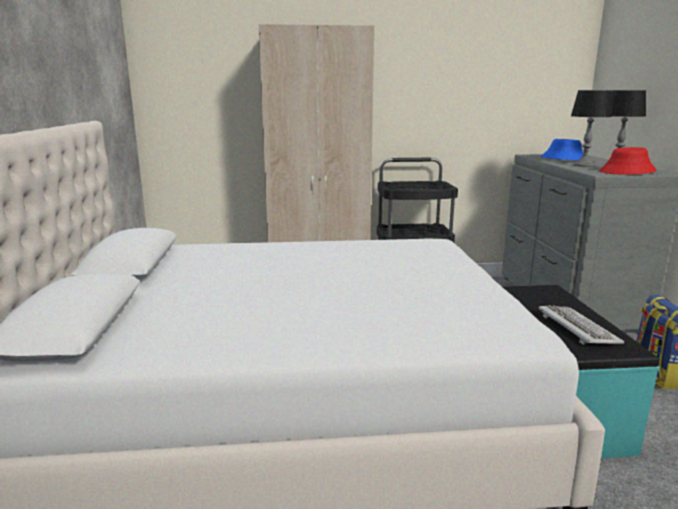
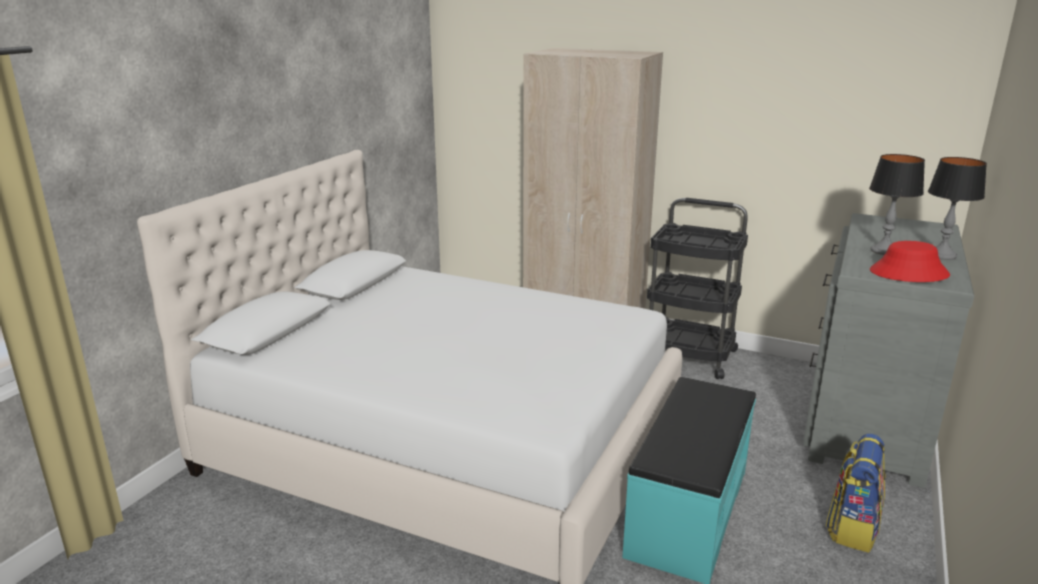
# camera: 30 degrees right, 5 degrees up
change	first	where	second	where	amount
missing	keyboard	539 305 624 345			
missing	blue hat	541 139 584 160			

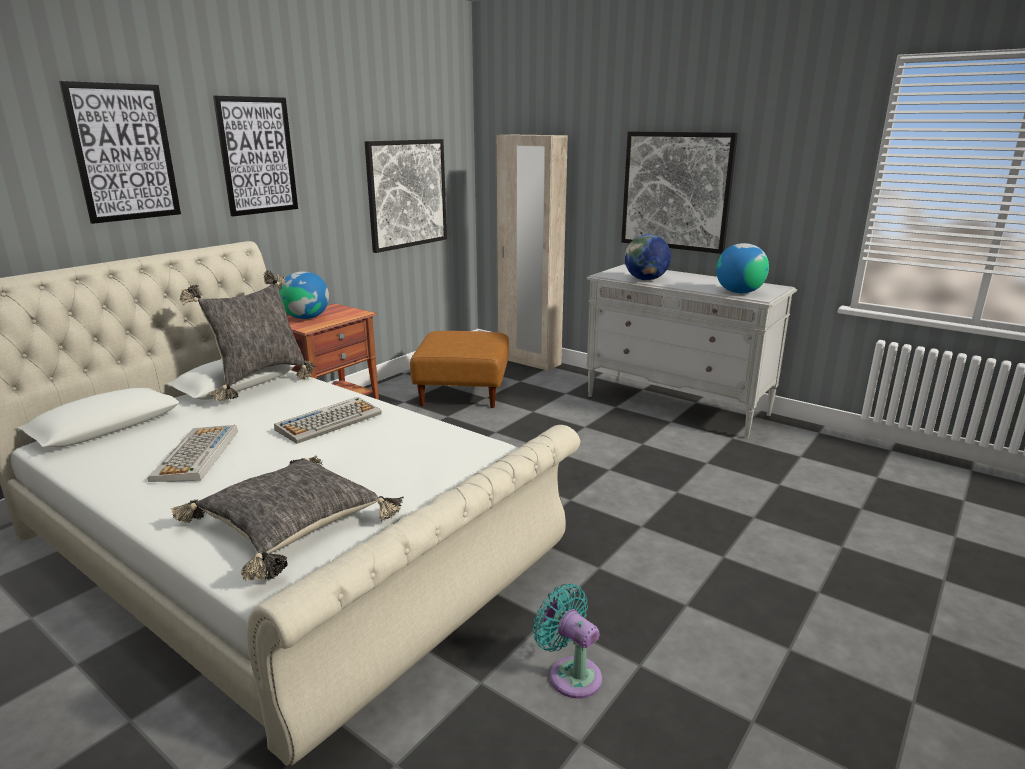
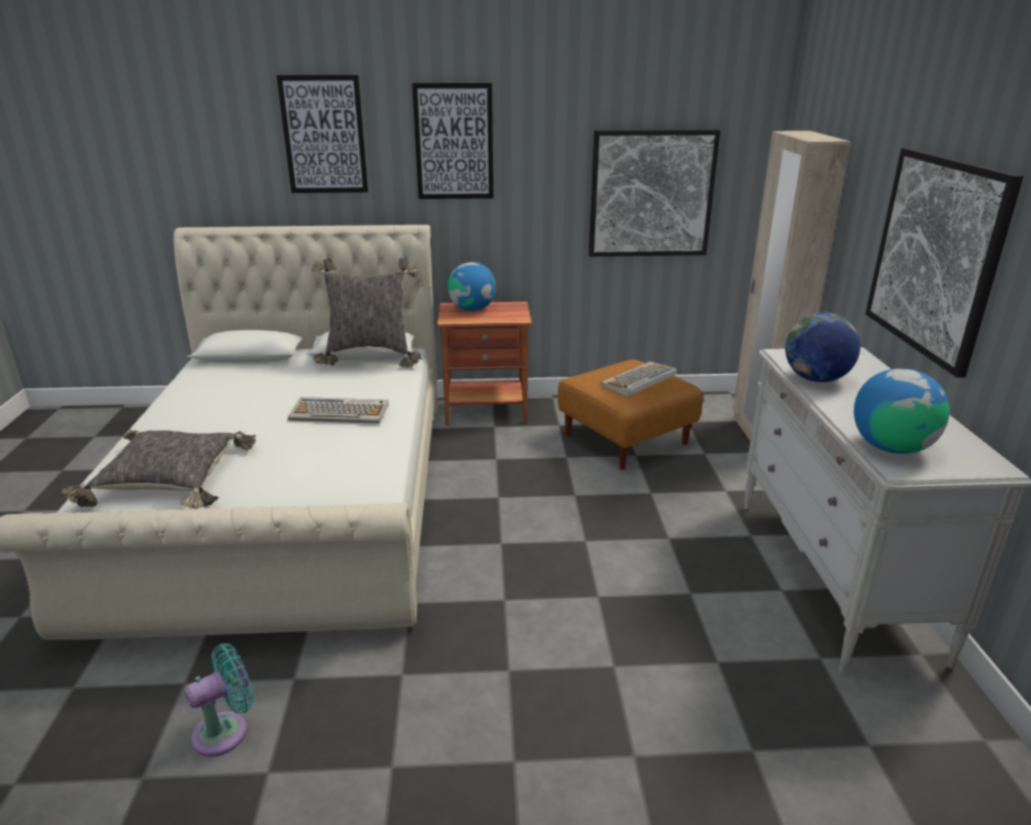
# camera: 50 degrees right, 5 degrees up
change	first	where	second	where	amount
relocated	keyboard	147 425 238 482		600 362 677 396	
spun	turquoise fan	533 584 602 699		185 643 254 757	45 degrees clockwise

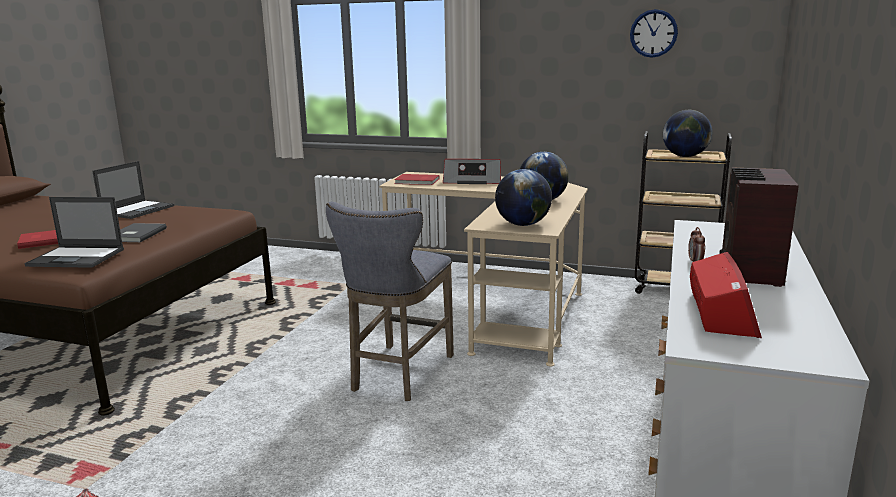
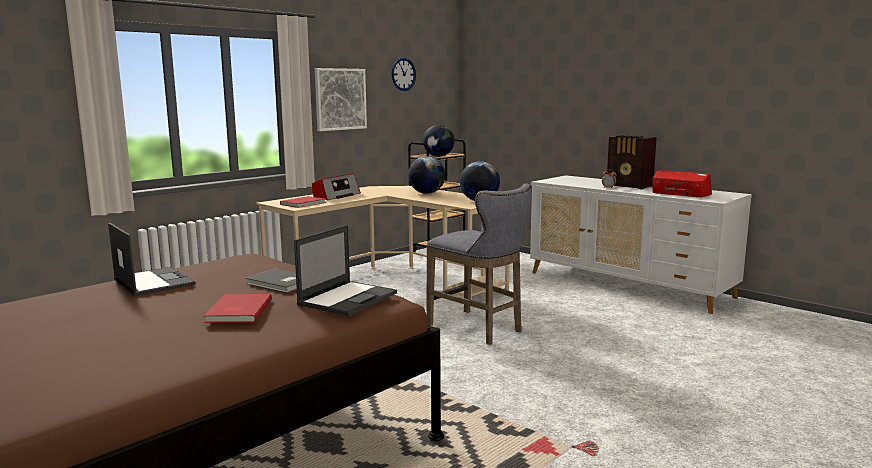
# camera: 65 degrees left, 5 degrees down
change	first	where	second	where	amount
appeared			picture	315 68 367 131	

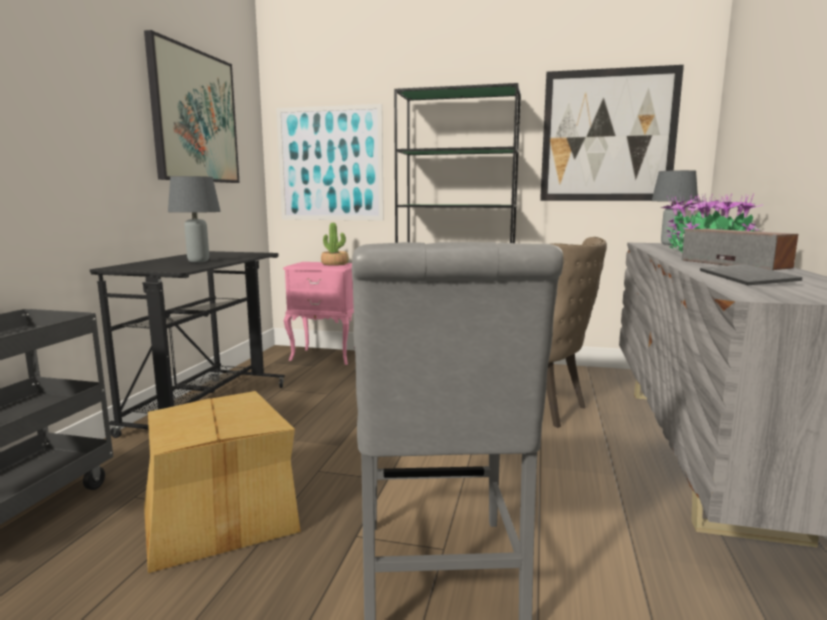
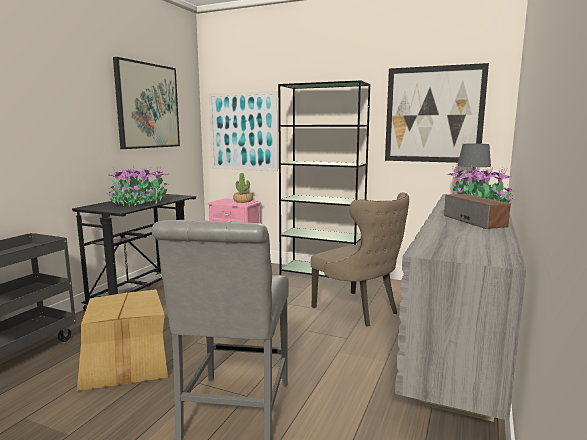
# camera: 10 degrees right, 0 degrees up
change	first	where	second	where	amount
exchanged	grey table lamp	168 176 221 263	potted plant	108 166 168 207	
missing	keyboard	700 264 802 285			

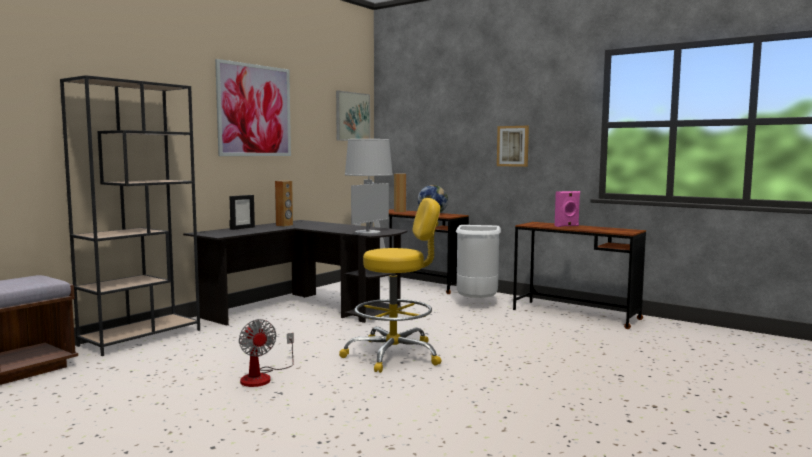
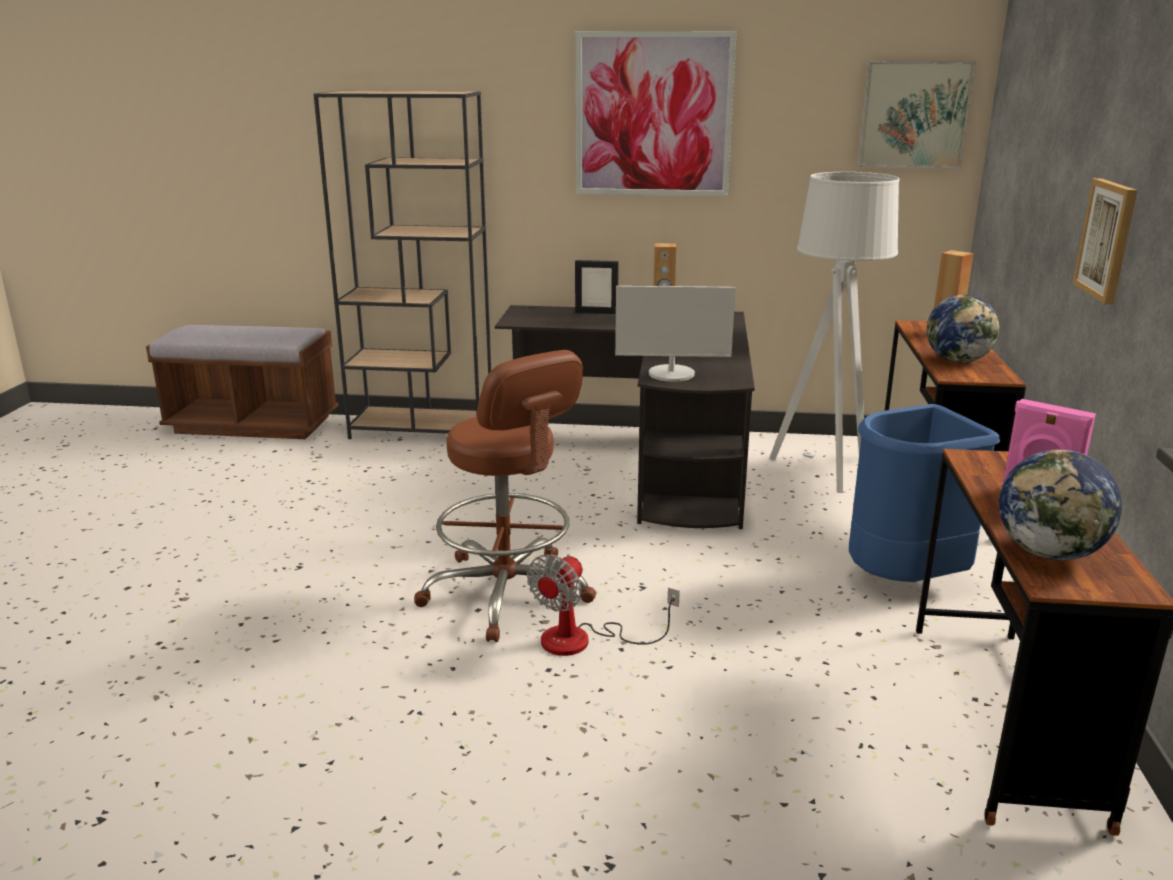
# camera: 60 degrees right, 15 degrees up
change	first	where	second	where	amount
relocated	fan	239 319 294 387		527 554 680 656	
colour	yellow stool	339 198 442 373	brown stool	414 350 596 642	
colour	white trash can	456 225 501 298	blue trash can	849 404 1000 582	
appeared			globe	999 449 1122 561	

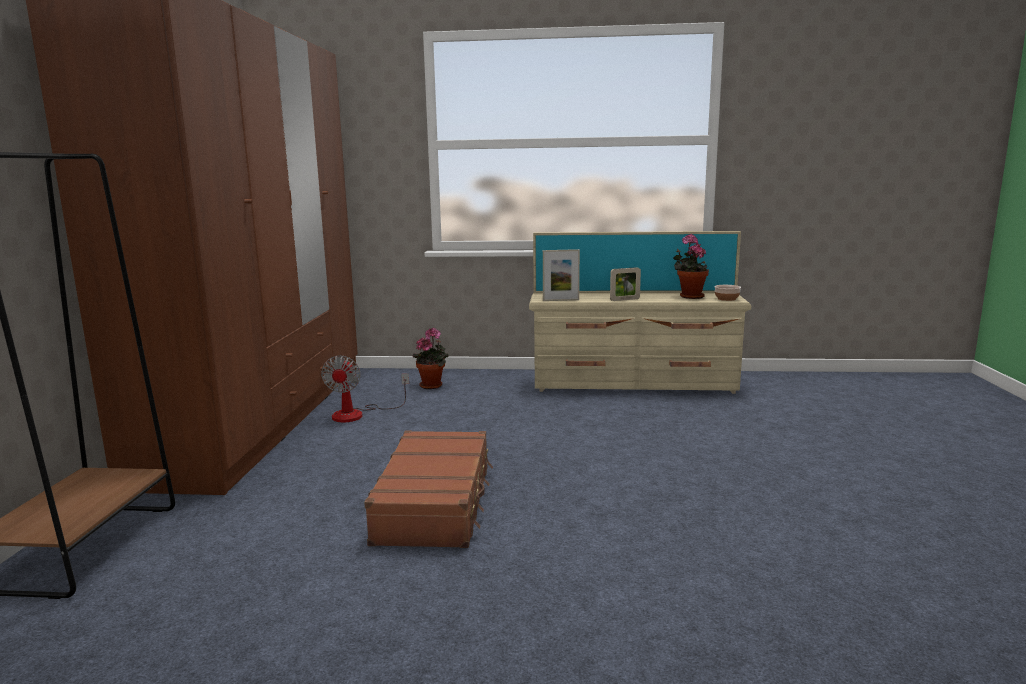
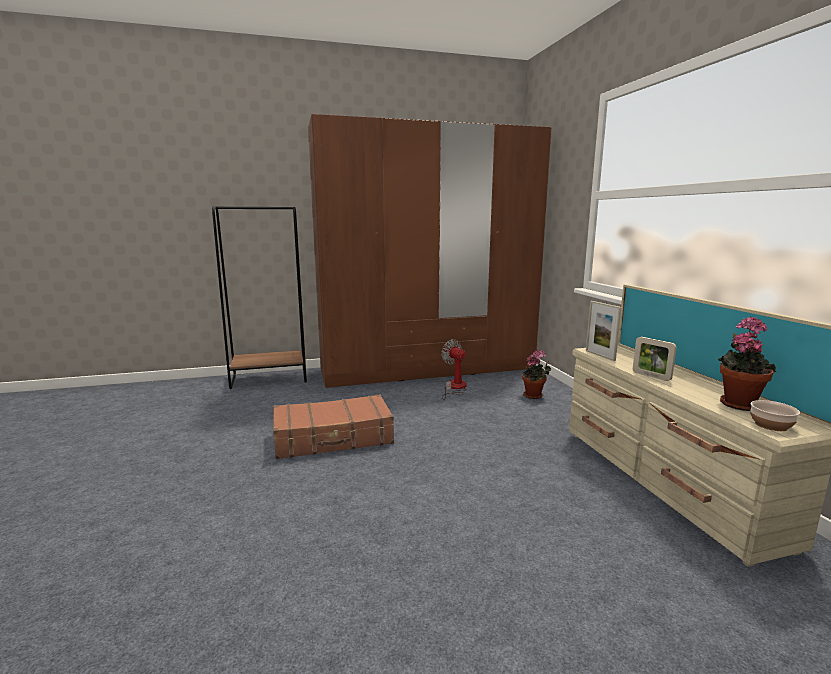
# camera: 70 degrees right, 0 degrees up
change	first	where	second	where	amount
spun	fan	321 355 409 423		441 339 467 400	75 degrees clockwise

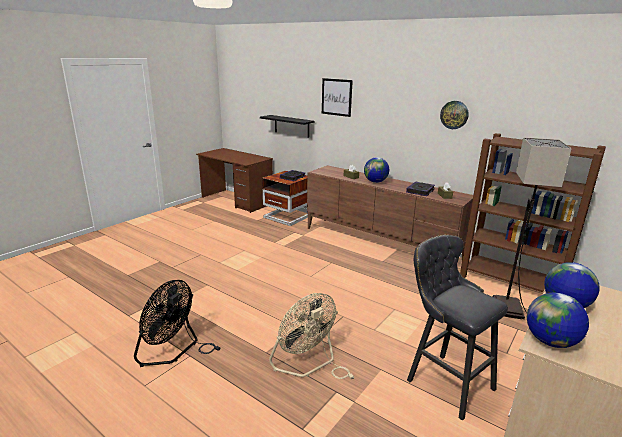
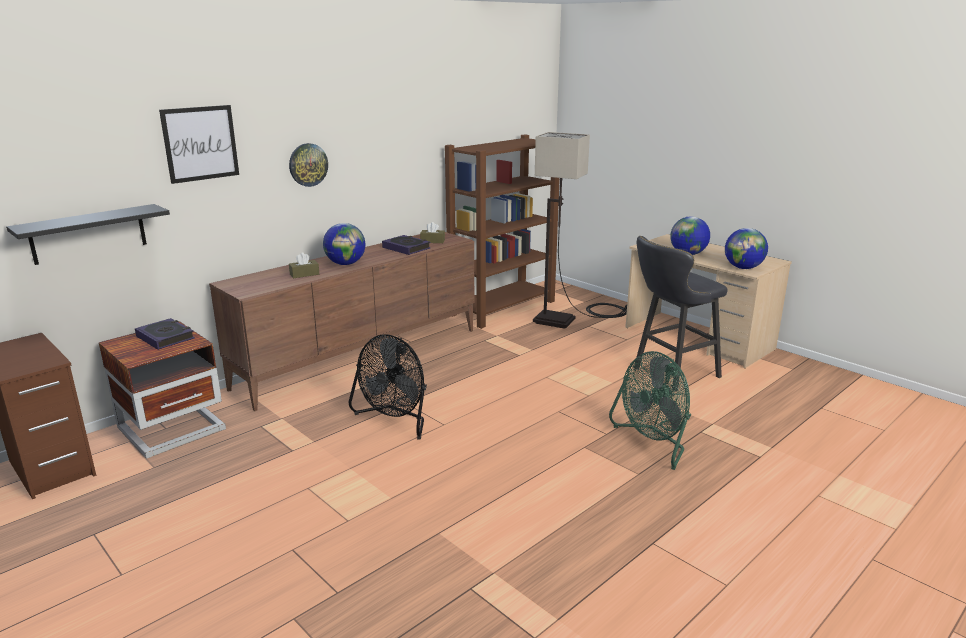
# camera: 80 degrees left, 0 degrees up
change	first	where	second	where	amount
relocated	black fan	134 280 221 367		349 334 427 439	
colour	beige fan	269 293 354 379	green fan	609 351 691 470	
relocated	wall clock	440 101 469 129		289 143 328 187	

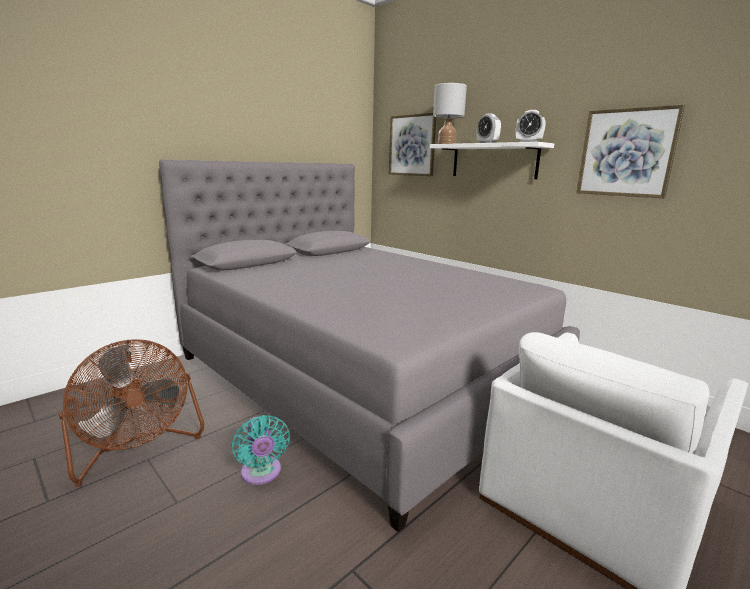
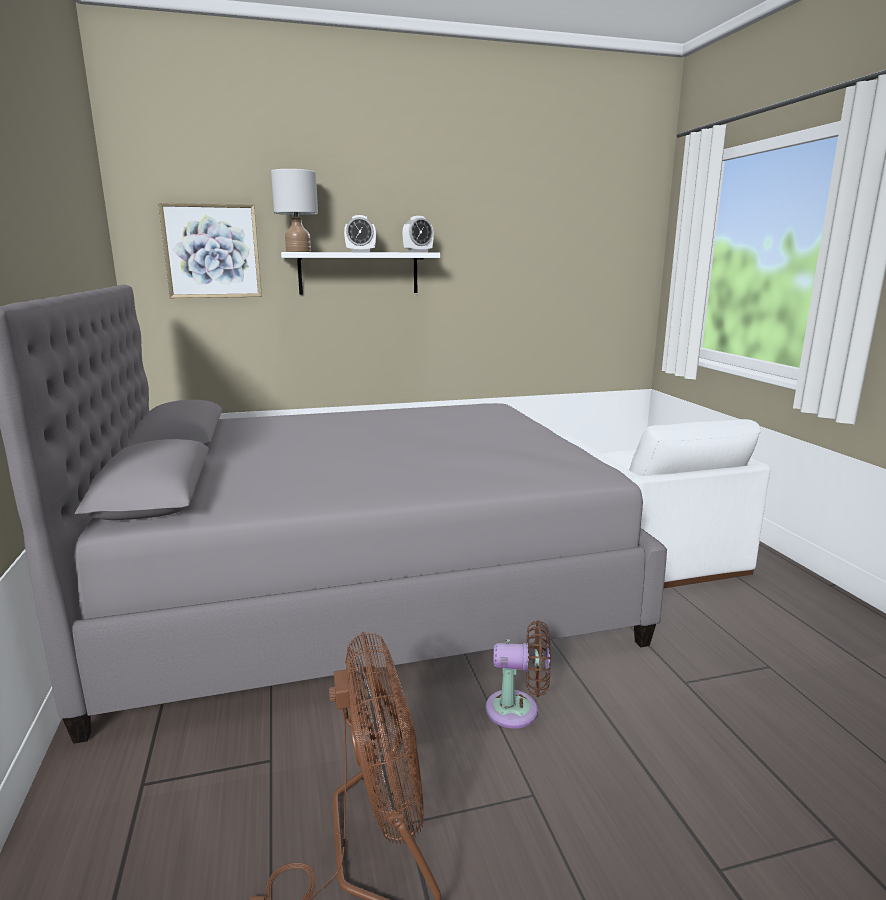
# camera: 60 degrees left, 0 degrees up
change	first	where	second	where	amount
colour	turquoise fan	231 415 290 485	brown fan	485 620 551 729	
missing	picture	576 104 685 198			

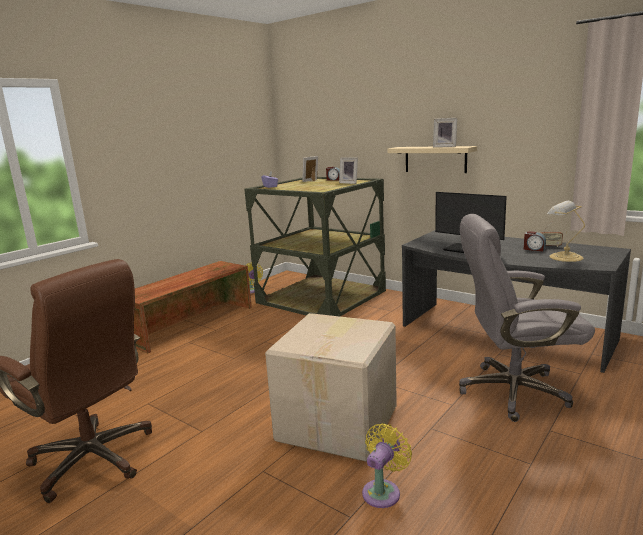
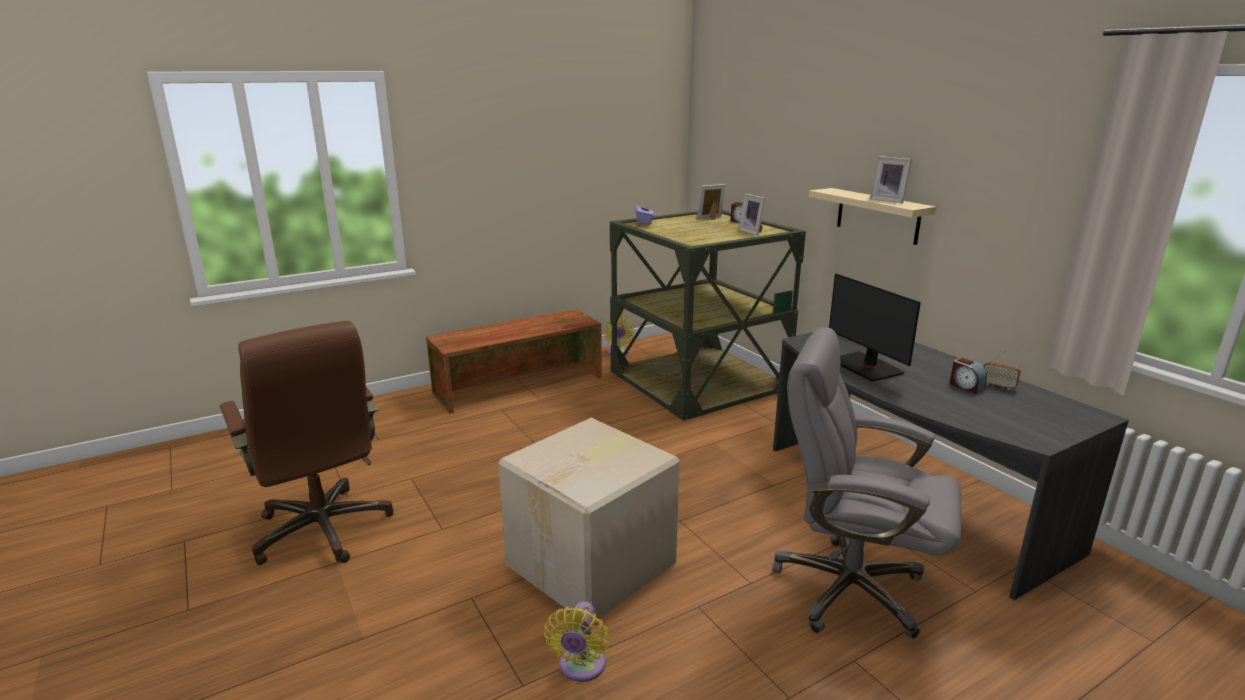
# camera: 20 degrees right, 5 degrees up
change	first	where	second	where	amount
spun	yellow fan	362 423 412 508		544 601 609 682	135 degrees clockwise
missing	table lamp	547 201 585 262			

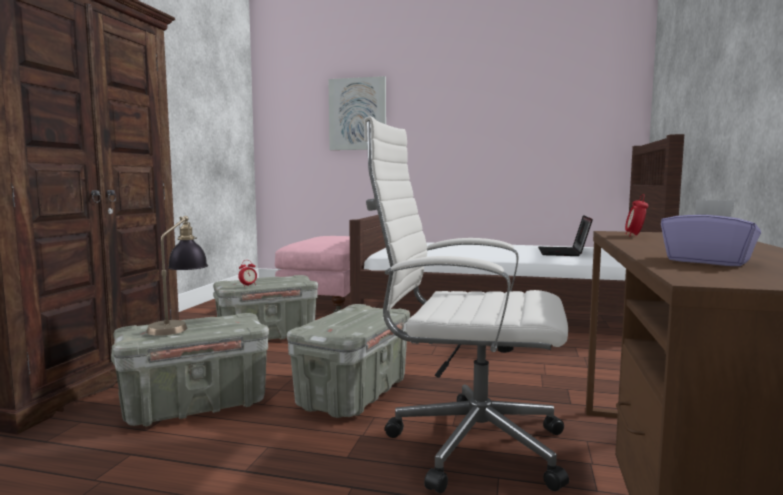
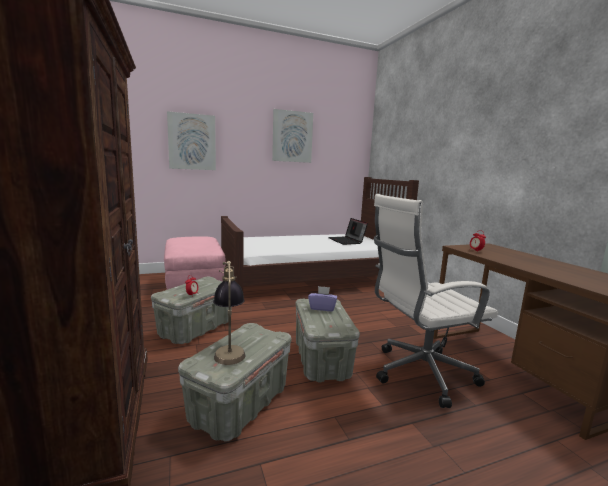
# camera: 35 degrees left, 5 degrees up
change	first	where	second	where	amount
relocated	purple tissue box	661 199 761 266		308 286 337 311	
appeared			picture	272 109 313 163	

